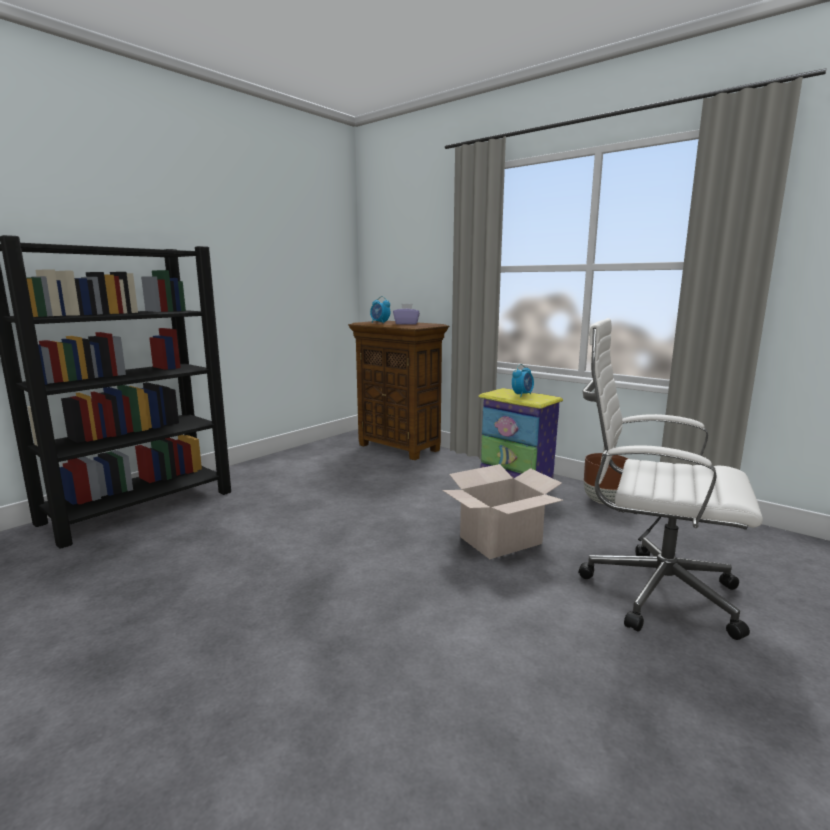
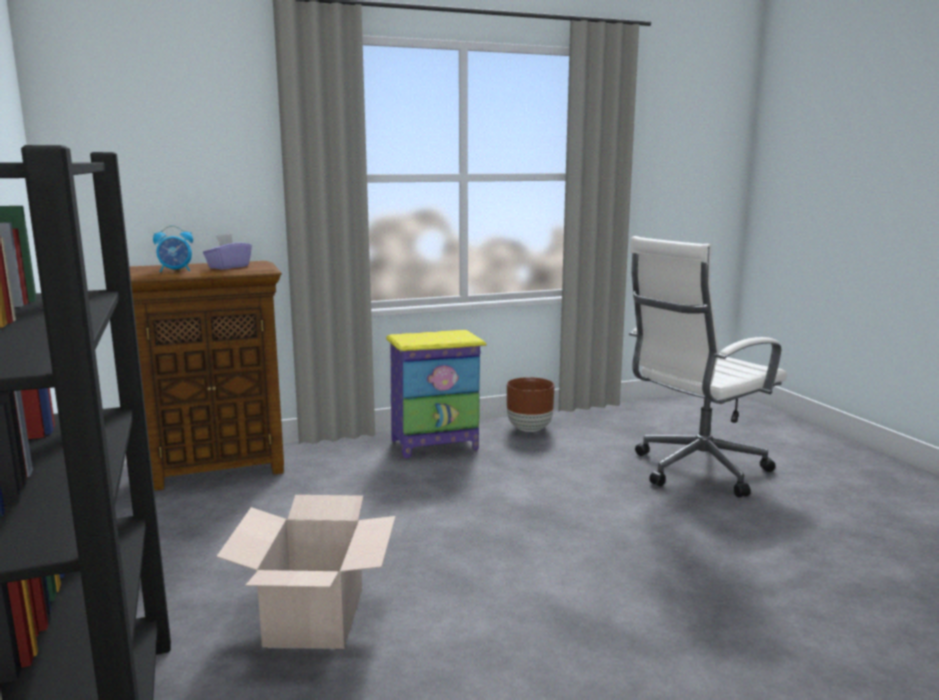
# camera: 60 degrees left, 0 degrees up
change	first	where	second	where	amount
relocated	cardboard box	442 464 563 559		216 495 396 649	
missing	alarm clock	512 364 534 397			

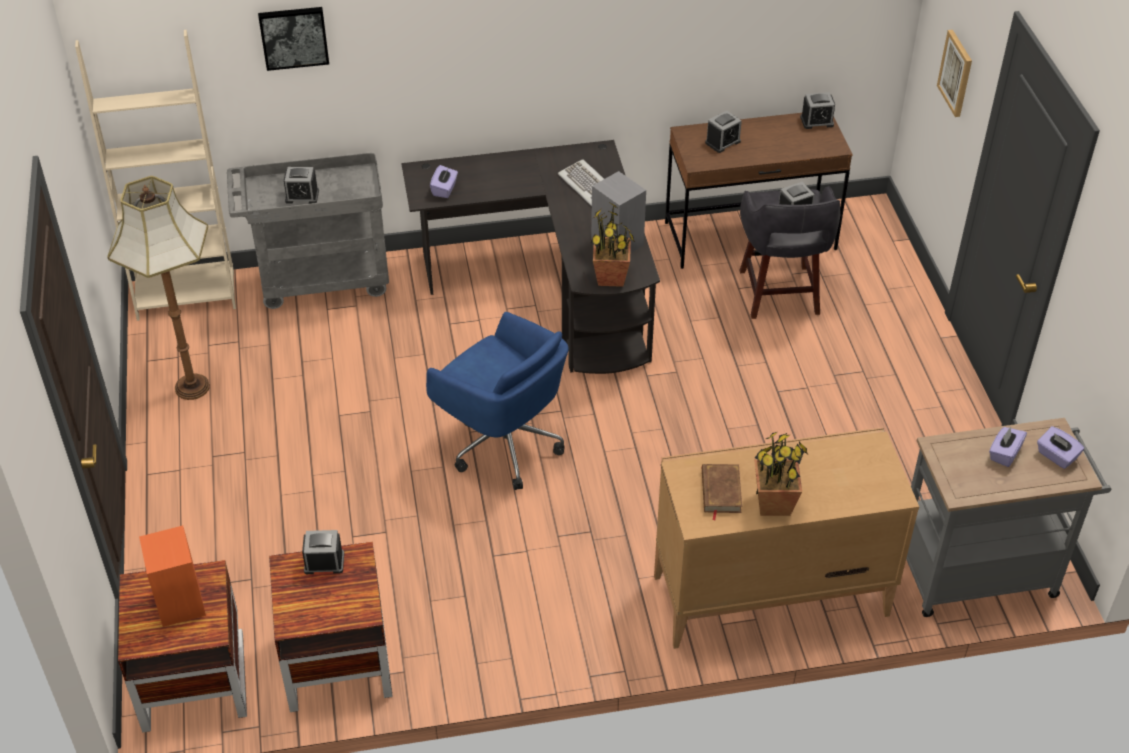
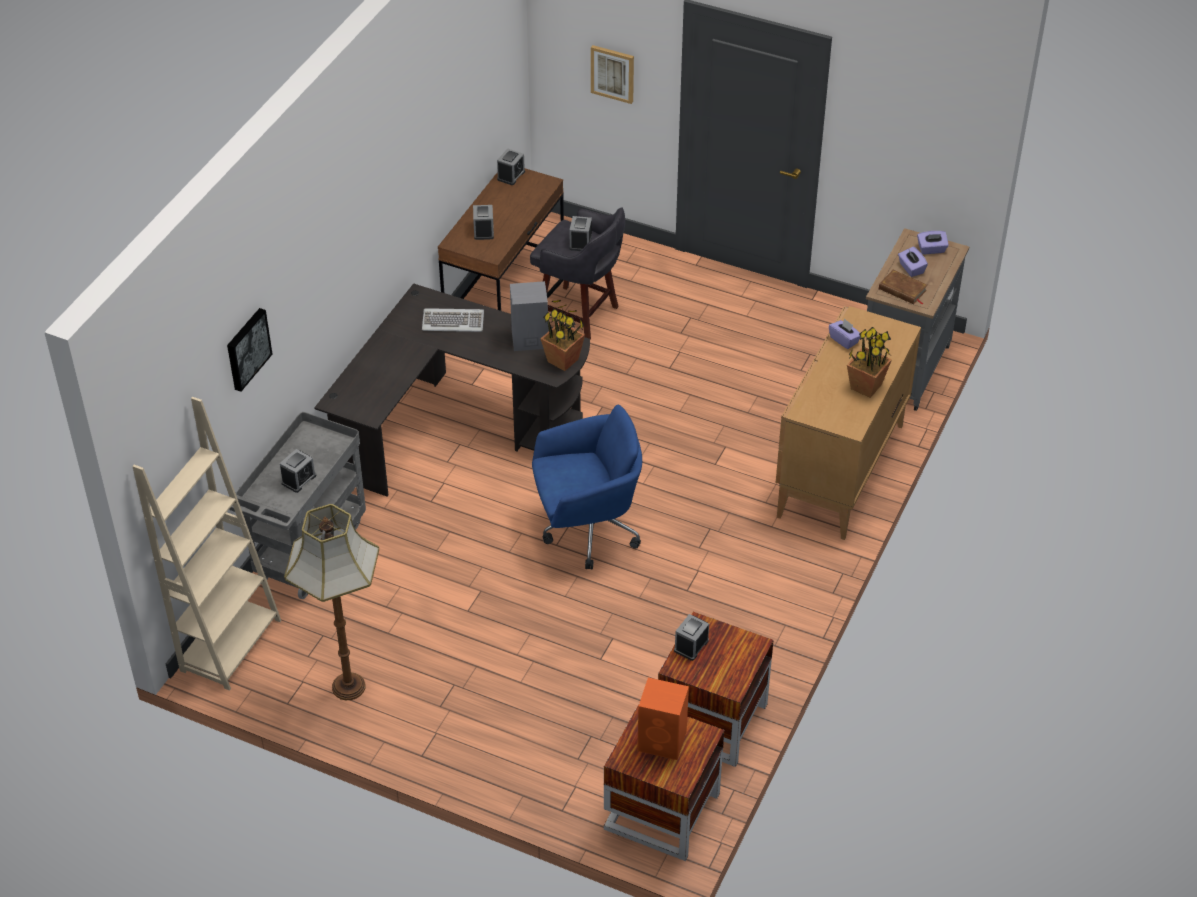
# camera: 55 degrees left, 0 degrees up
change	first	where	second	where	amount
relocated	purple tissue box	430 165 458 198		829 318 861 349	
relocated	brown book	702 464 742 520		879 270 927 305	

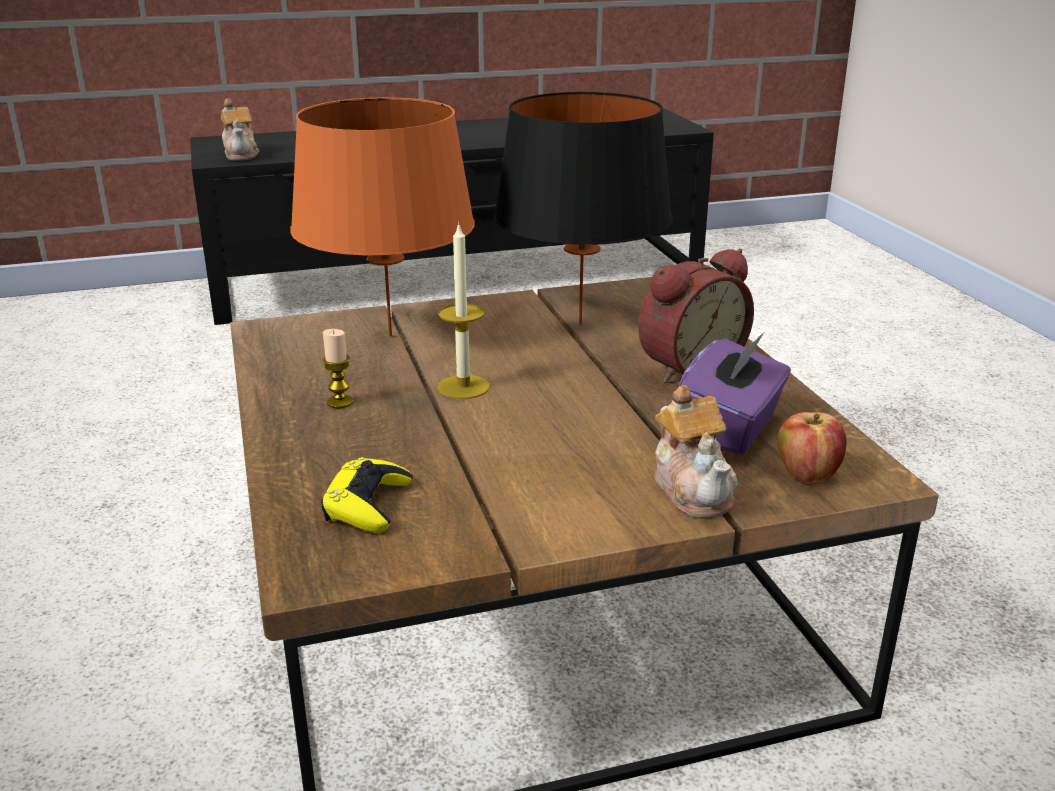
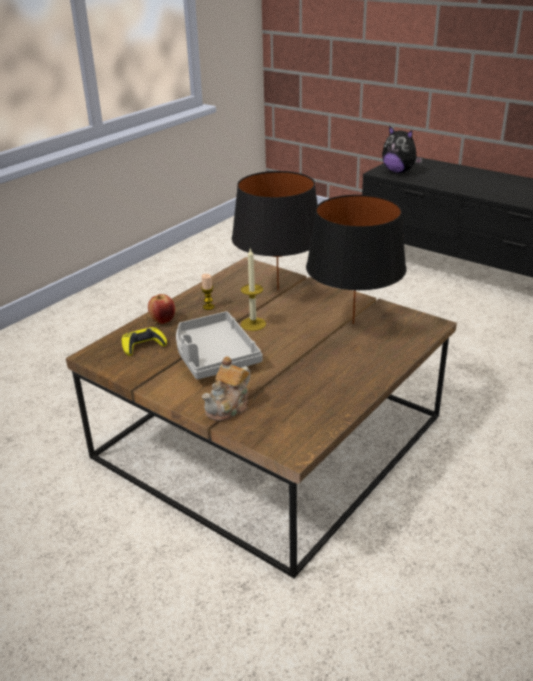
# camera: 55 degrees right, 5 degrees up
change	first	where	second	where	amount
exchanged	teapot	221 99 259 161	plush toy	382 126 423 173	
colour	orange table lamp	290 98 475 337	black table lamp	232 171 318 290	
missing	alarm clock	638 248 754 383			
missing	purple tissue box	677 333 791 455			
relocated	apple	777 412 846 483		148 294 175 324	
appeared			grey tray	176 311 262 379	

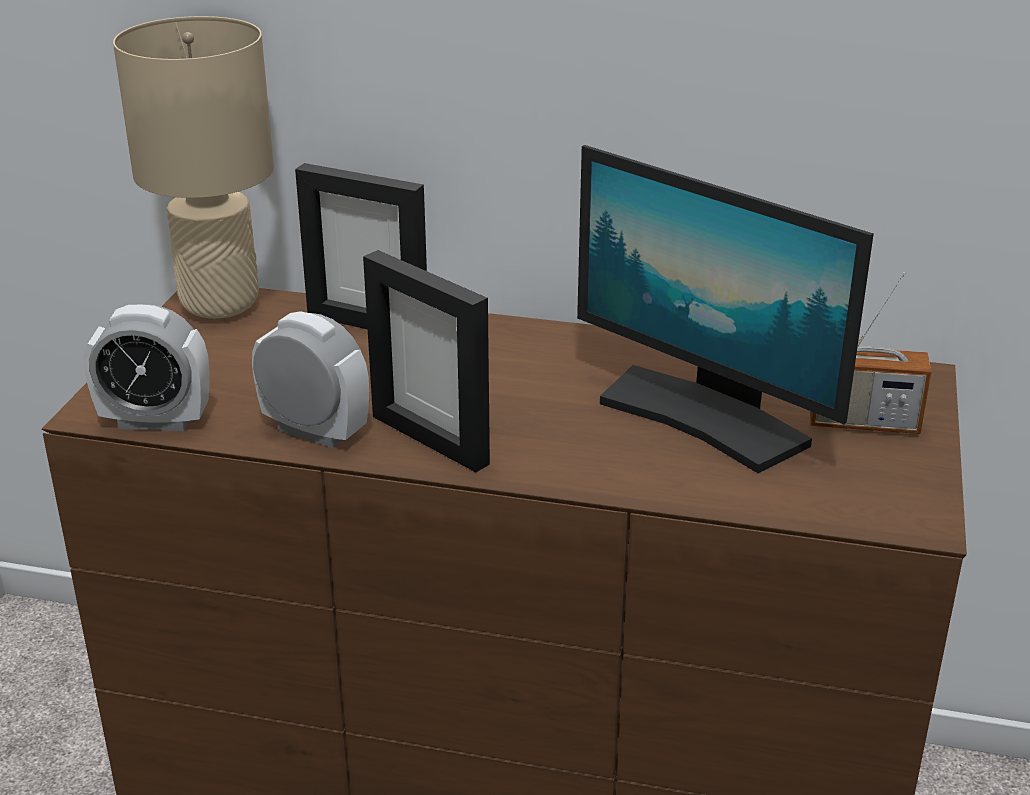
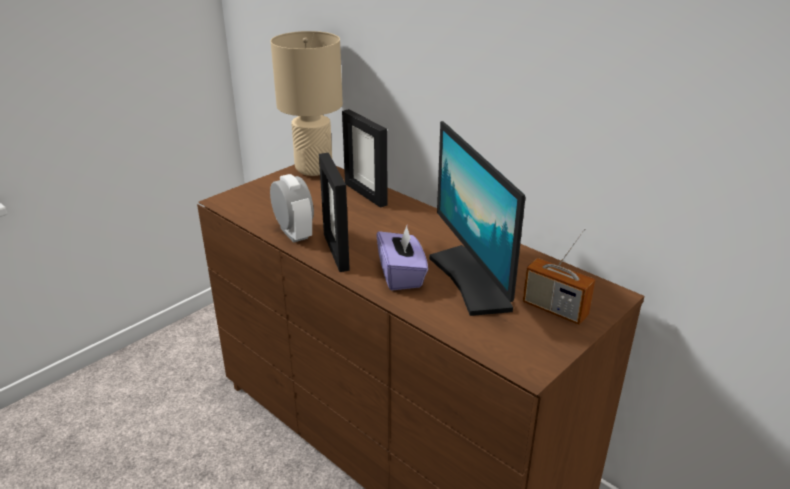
# camera: 30 degrees right, 0 degrees up
change	first	where	second	where	amount
missing	alarm clock	84 304 210 431			
appeared			purple tissue box	376 226 428 290	

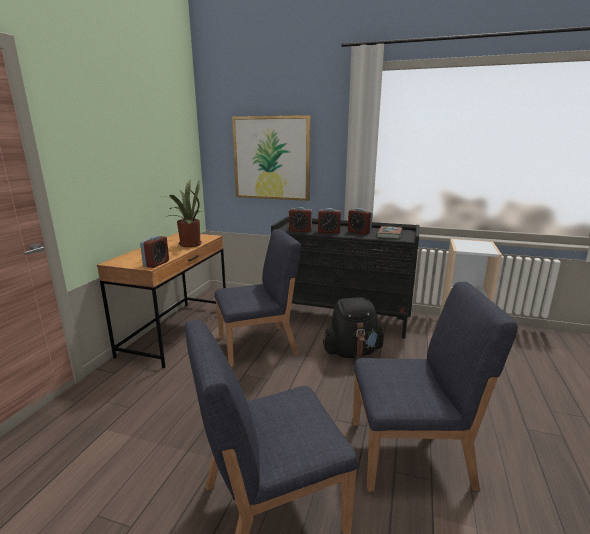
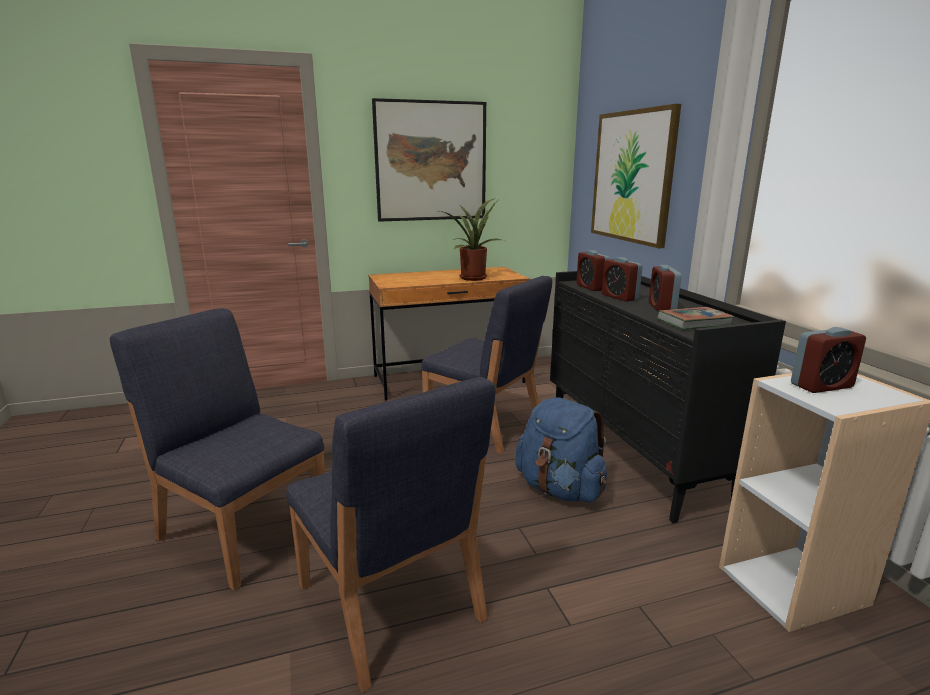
# camera: 55 degrees right, 0 degrees up
change	first	where	second	where	amount
relocated	alarm clock	140 236 169 268		791 327 866 393	
colour	black backpack	323 297 384 358	blue backpack	515 397 607 502	
appeared			picture	372 98 486 222	

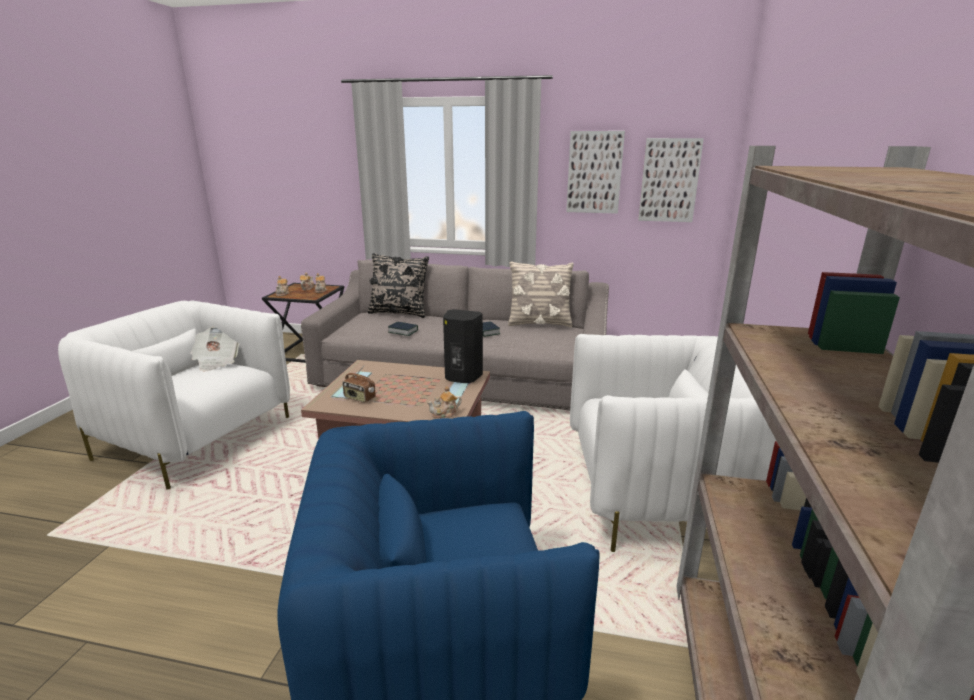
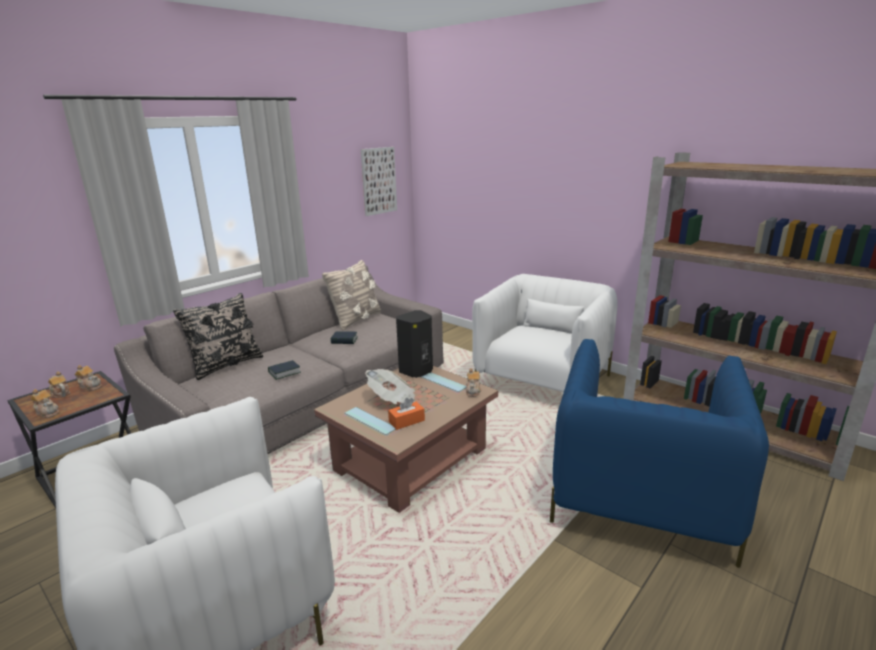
# camera: 60 degrees left, 0 degrees up
change	first	where	second	where	amount
relocated	newspaper	190 327 239 371		365 369 415 404	
exchanged	radio	342 365 376 403	orange tissue box	388 398 425 430	
missing	picture	566 131 625 214			

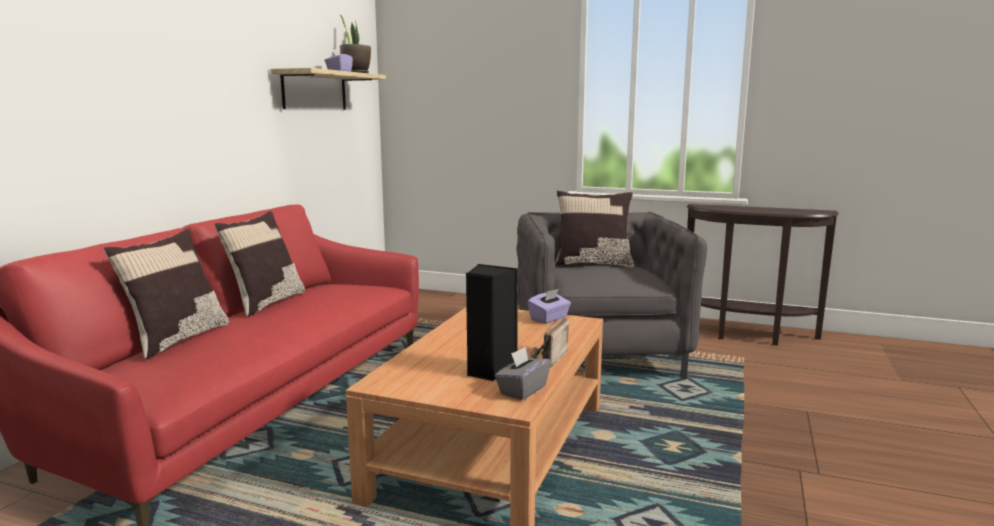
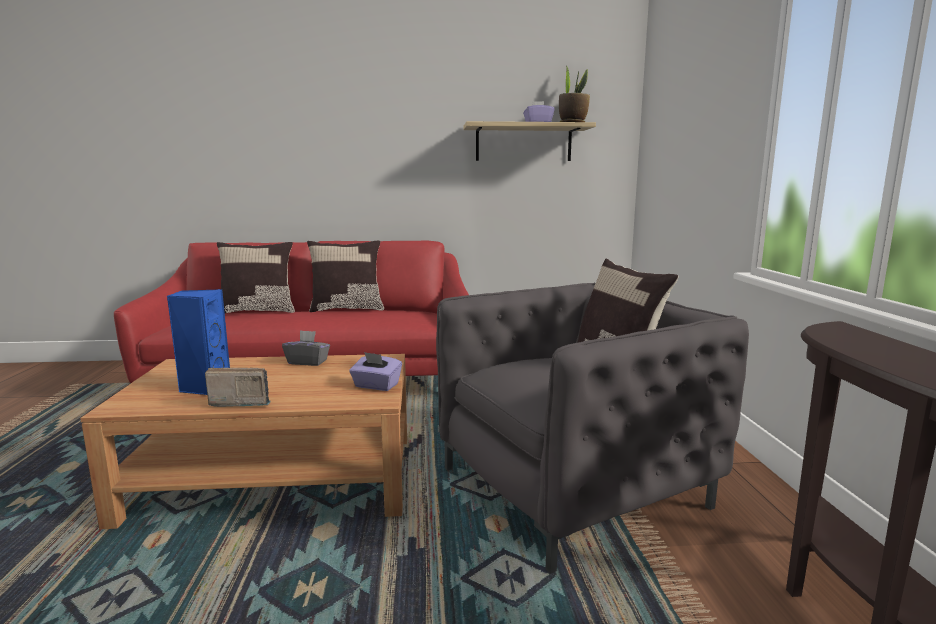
# camera: 65 degrees right, 0 degrees up
change	first	where	second	where	amount
colour	black speaker	466 264 518 381	blue speaker	167 289 230 395	
relocated	grey tissue box	495 346 551 400		282 330 330 366	

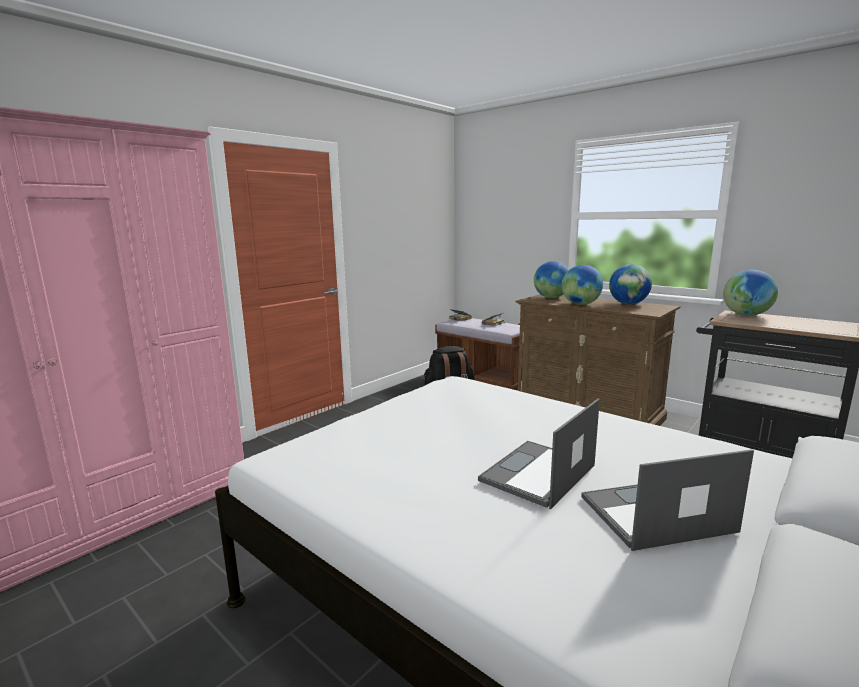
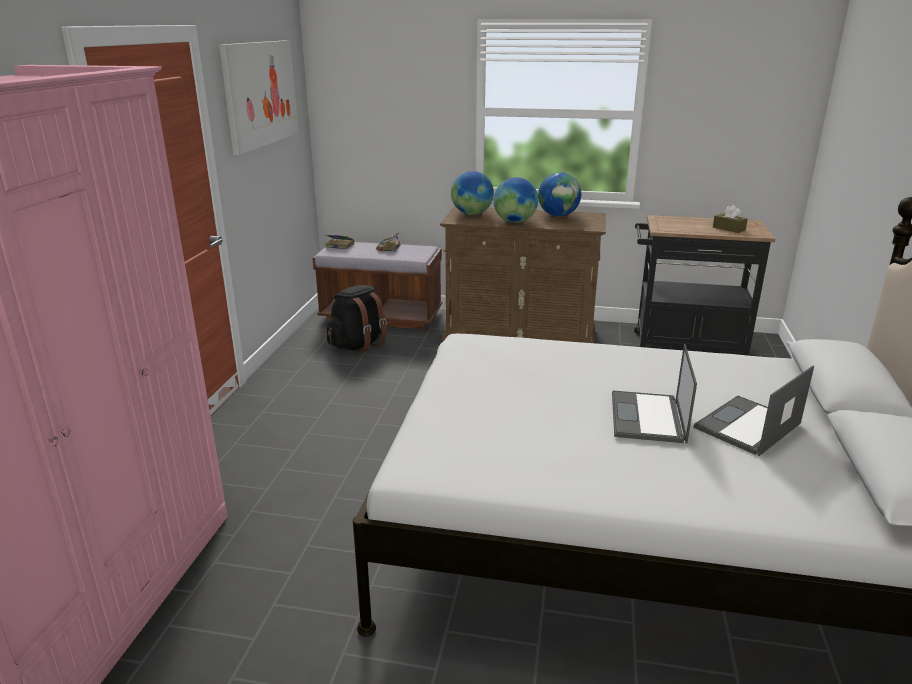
# camera: 30 degrees left, 10 degrees up
change	first	where	second	where	amount
missing	globe	723 270 778 316			
appeared			picture	219 40 299 155	
appeared			brown tissue box	713 205 748 233	

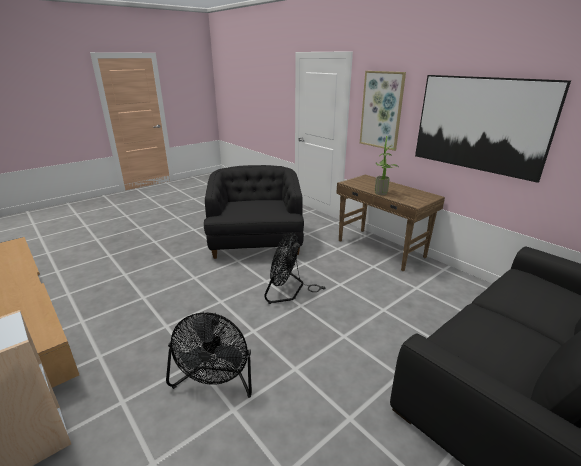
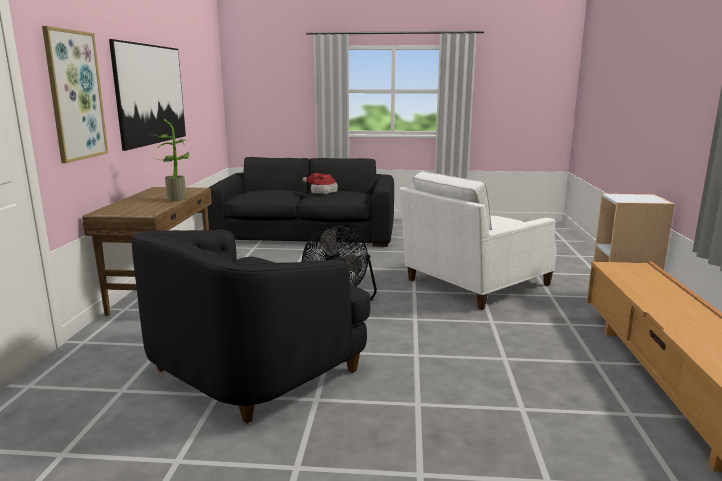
# camera: 135 degrees left, 10 degrees down
change	first	where	second	where	amount
exchanged	black fan	166 312 252 398	white armchair	399 171 557 310	
appeared			hat	303 173 338 194	

